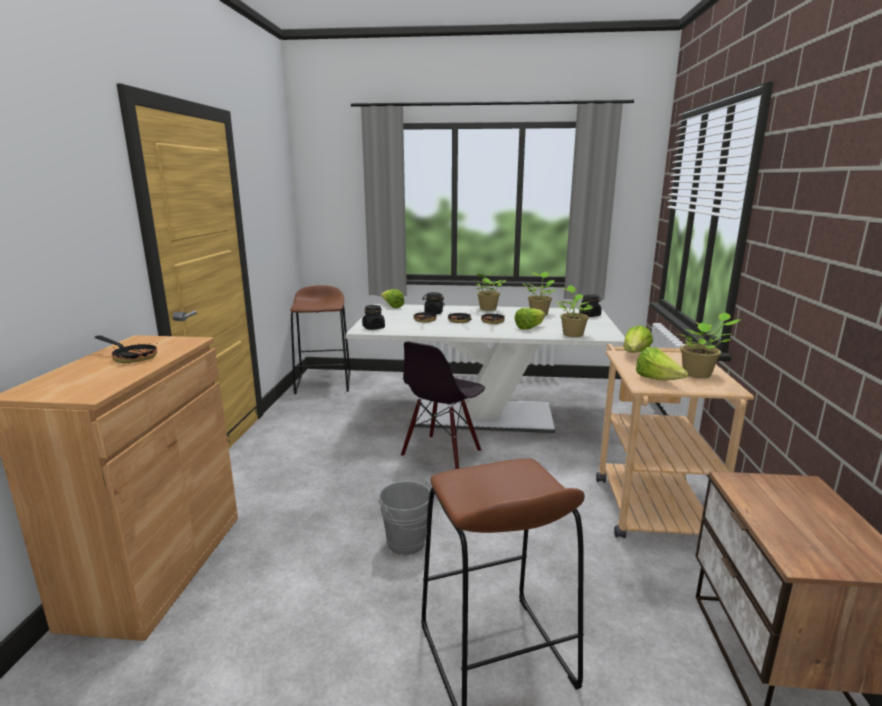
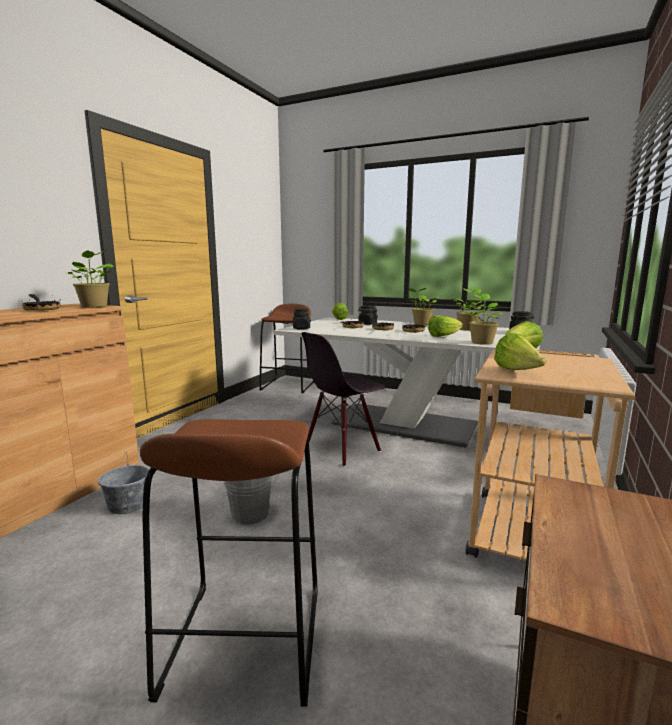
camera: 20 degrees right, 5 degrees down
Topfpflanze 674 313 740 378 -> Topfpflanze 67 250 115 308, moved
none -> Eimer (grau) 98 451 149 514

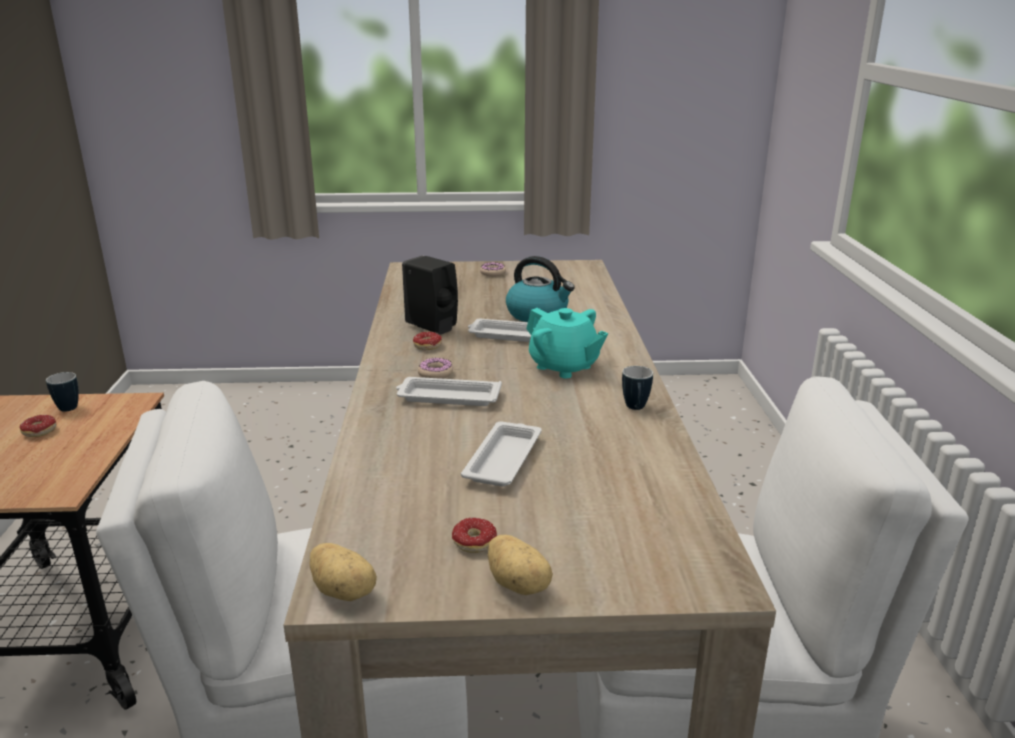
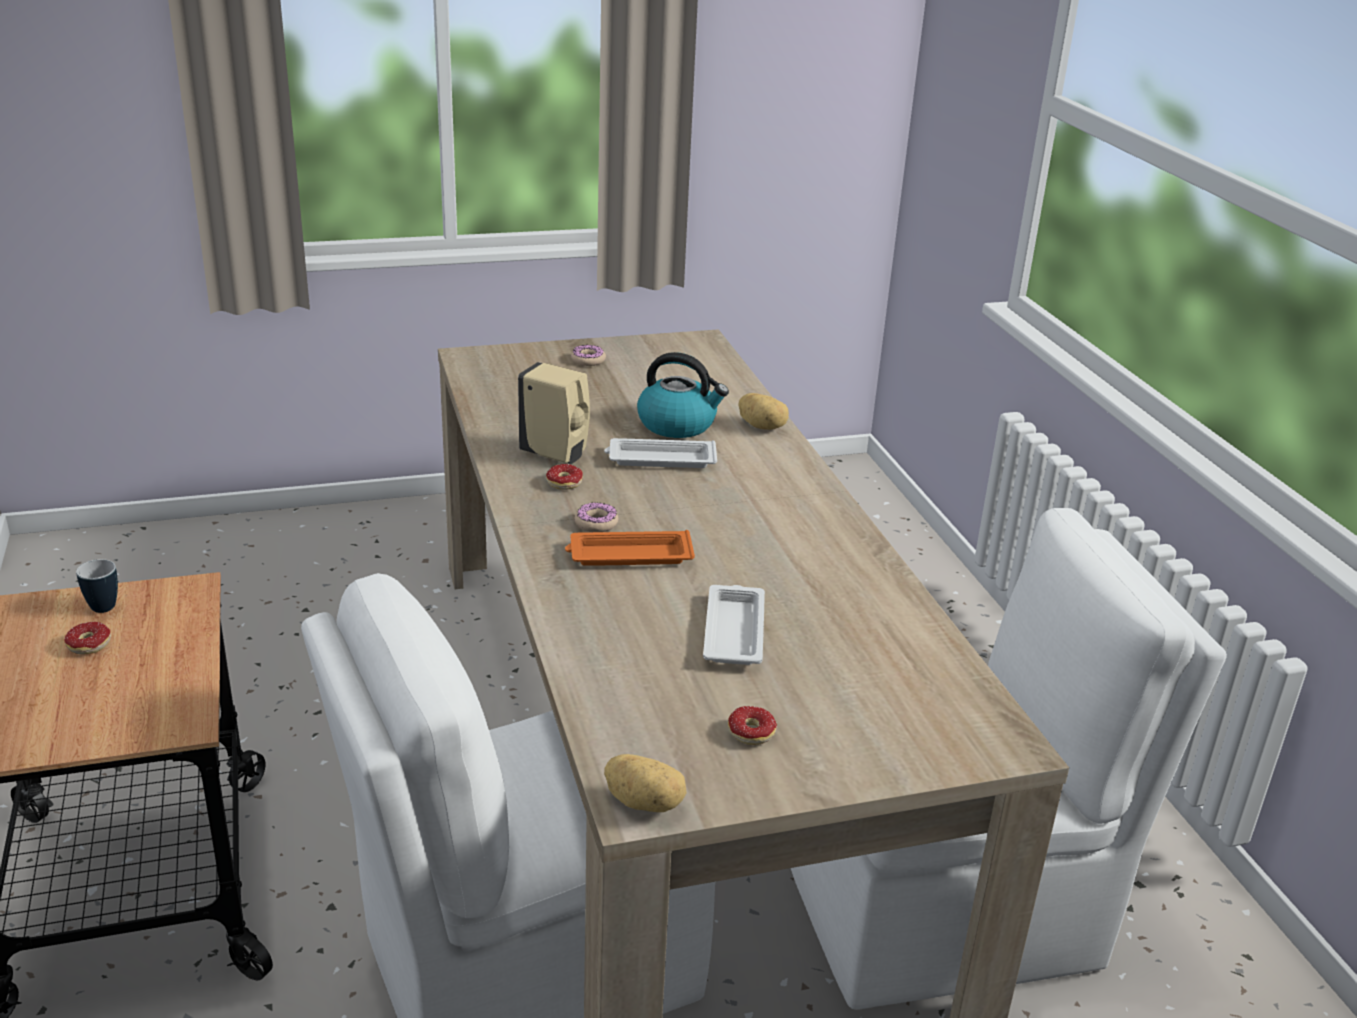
camera: 15 degrees left, 5 degrees up
Seifenspender (schwarz) 402 256 458 335 -> Seifenspender (beige) 518 362 590 464
Teekanne (türkis) 526 308 608 378 -> none
Henkelbecher 622 366 653 410 -> none
Tablett (weiß) 396 377 502 406 -> Tablett (orange) 565 530 695 566
Kartoffel 488 535 553 595 -> Kartoffel 738 393 789 430, moved

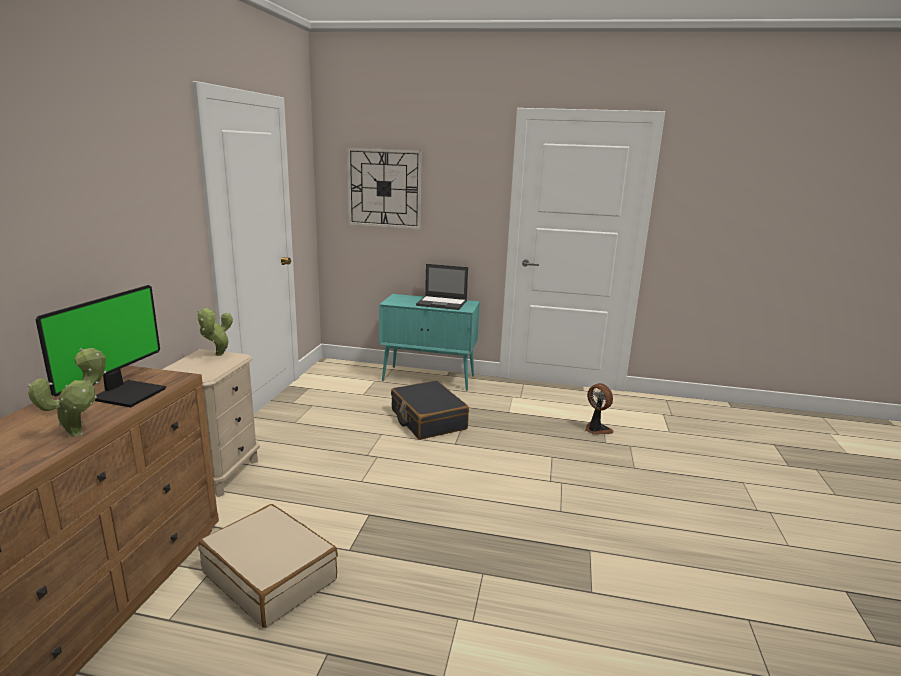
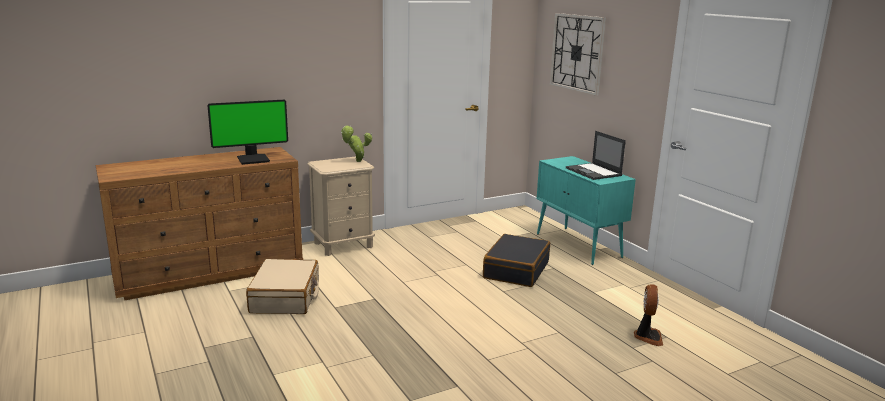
camera: 50 degrees right, 0 degrees up
Topfpflanze 27 347 106 437 -> none

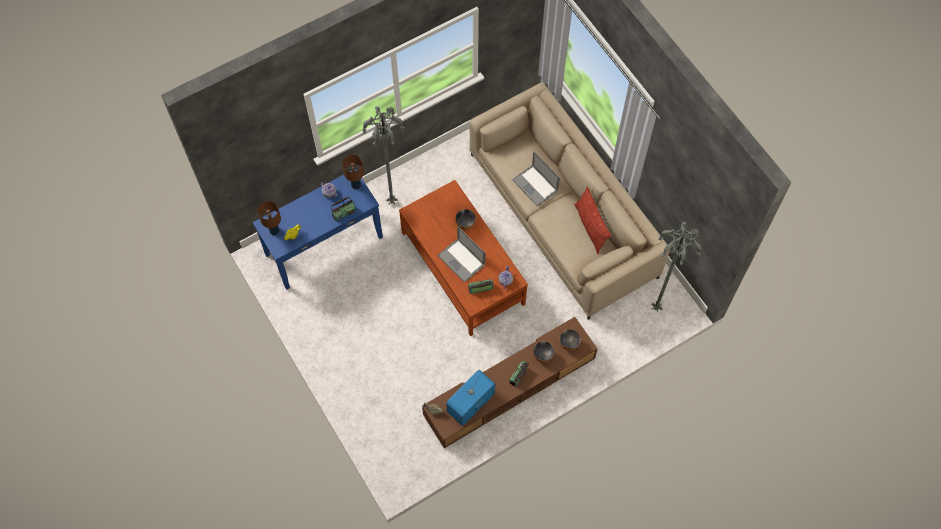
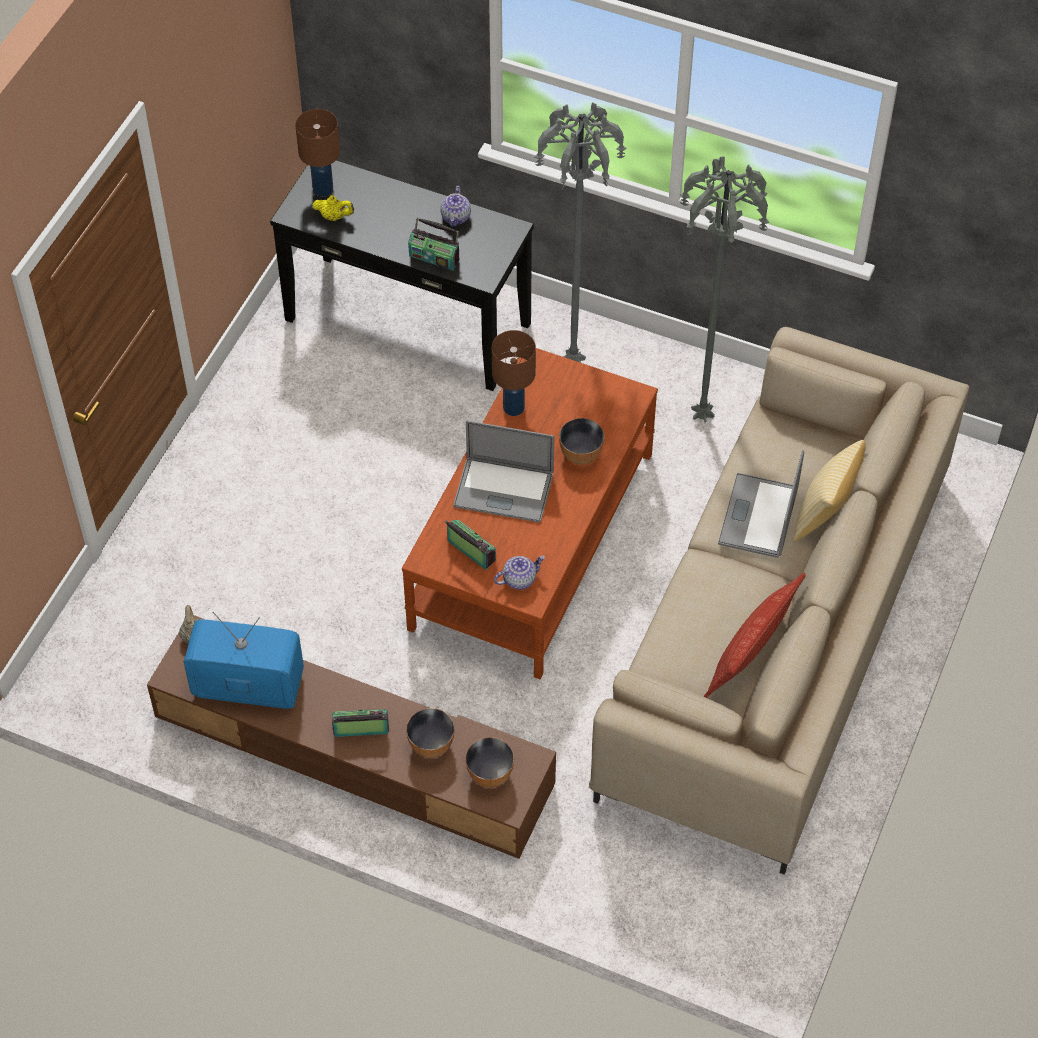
camera: 55 degrees right, 10 degrees down
Tischlampe (braun) 342 154 364 189 -> Tischlampe (braun) 492 330 536 416, moved
Konsolentisch (blau) 253 169 383 290 -> Konsolentisch (schwarz) 270 160 534 391
Stehlampe (grau) 651 221 701 312 -> Stehlampe (grau) 680 156 769 423, moved
Laptop 437 226 486 282 -> Laptop 453 420 554 523, 90 degrees counterclockwise
none -> Kissen 793 440 865 542

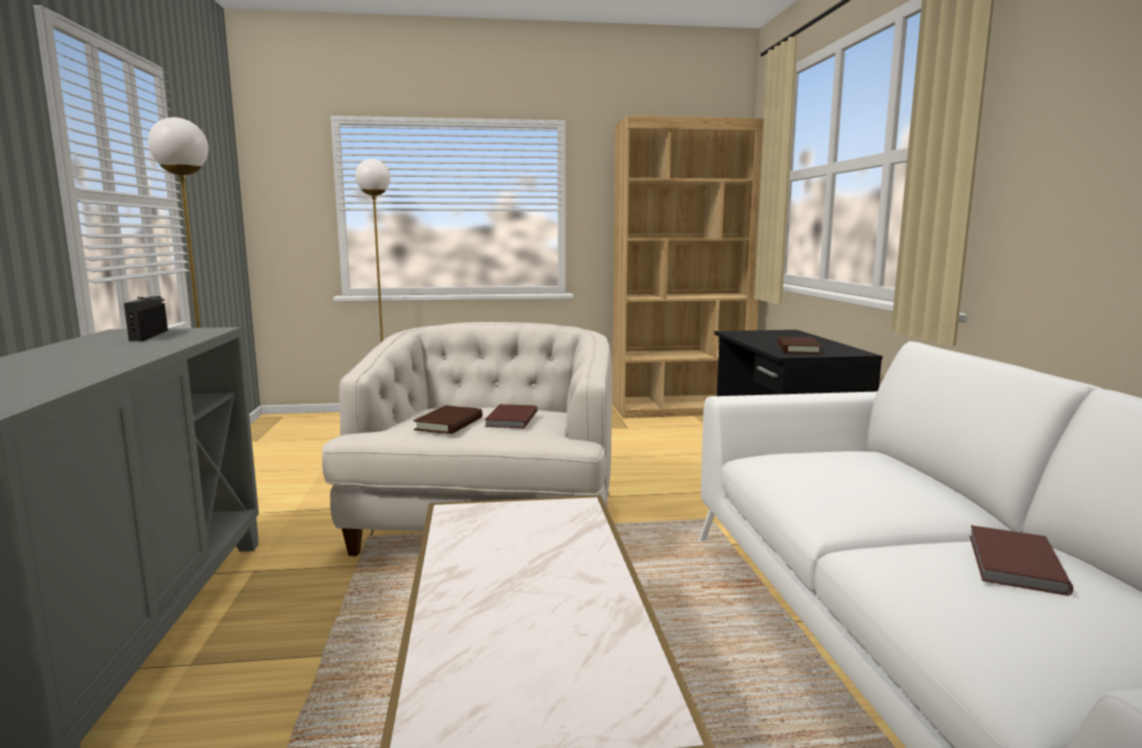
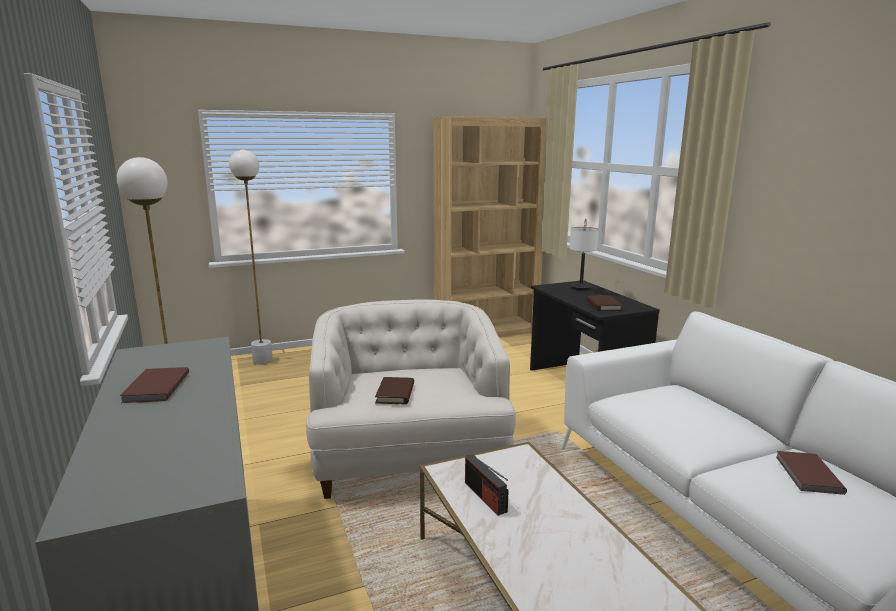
camera: 15 degrees left, 5 degrees up
Radio 124 296 168 341 -> Radio 465 454 509 516, moved
Buch (braun) 485 404 538 428 -> Buch (braun) 120 367 189 403, moved
none -> Tischlampe 569 219 599 291

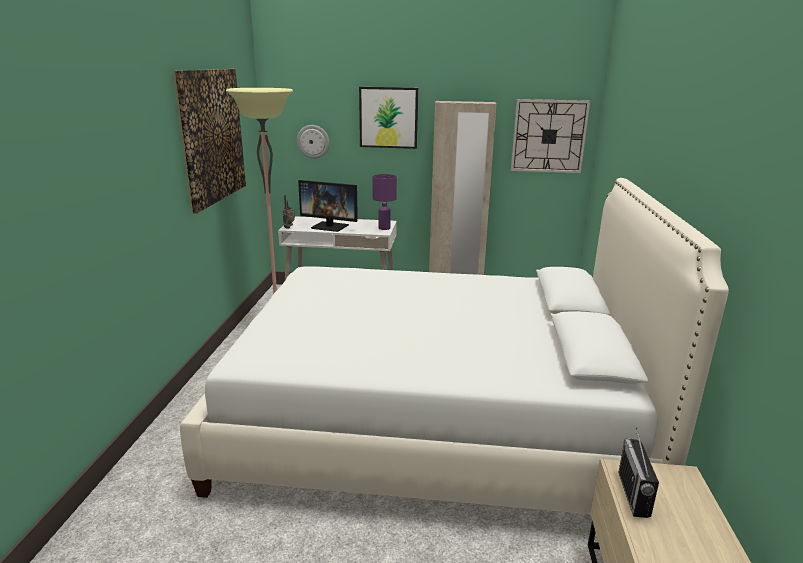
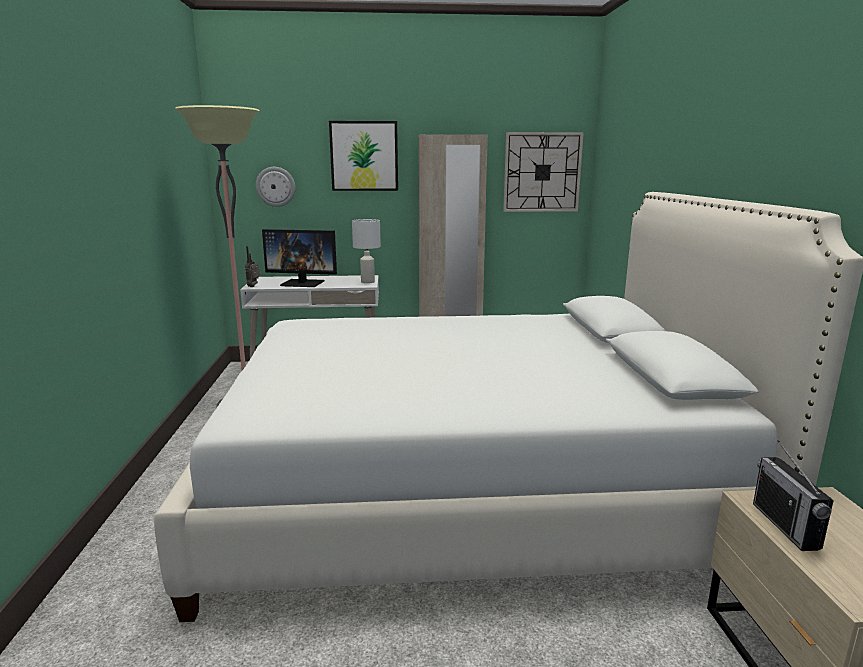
camera: 10 degrees left, 5 degrees down
Bild 173 69 246 214 -> none
Tischlampe (lila) 373 174 397 230 -> Tischlampe (weiß) 352 219 381 283

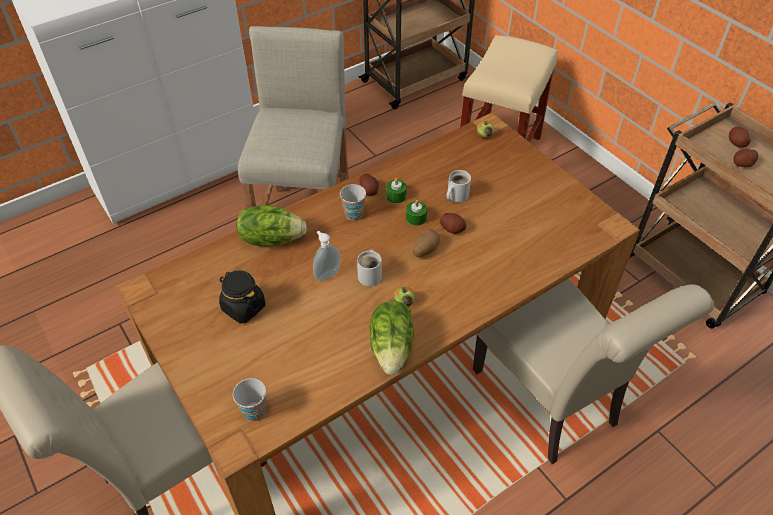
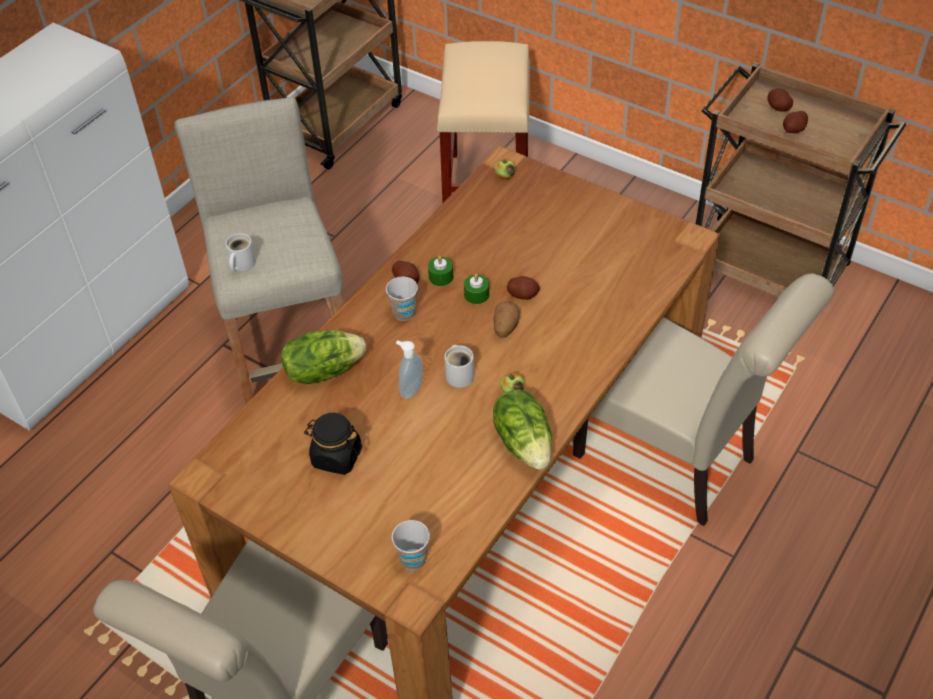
camera: 20 degrees left, 0 degrees up
Henkelbecher (weiß) 446 170 471 203 -> Henkelbecher (weiß) 226 233 256 271, moved

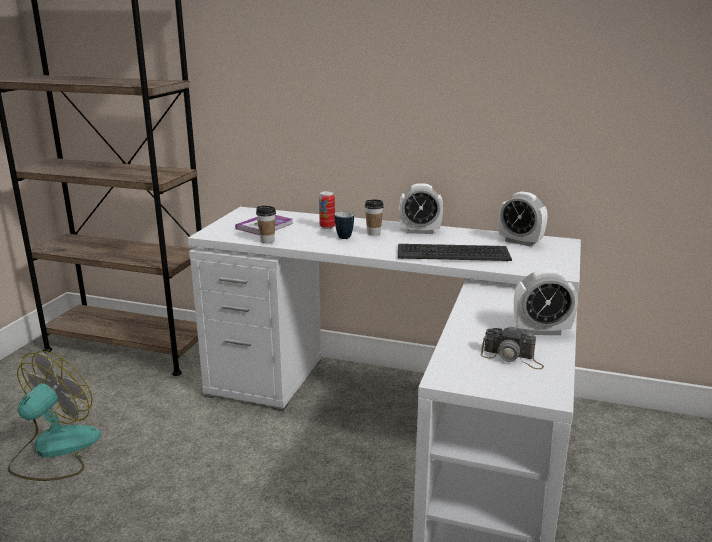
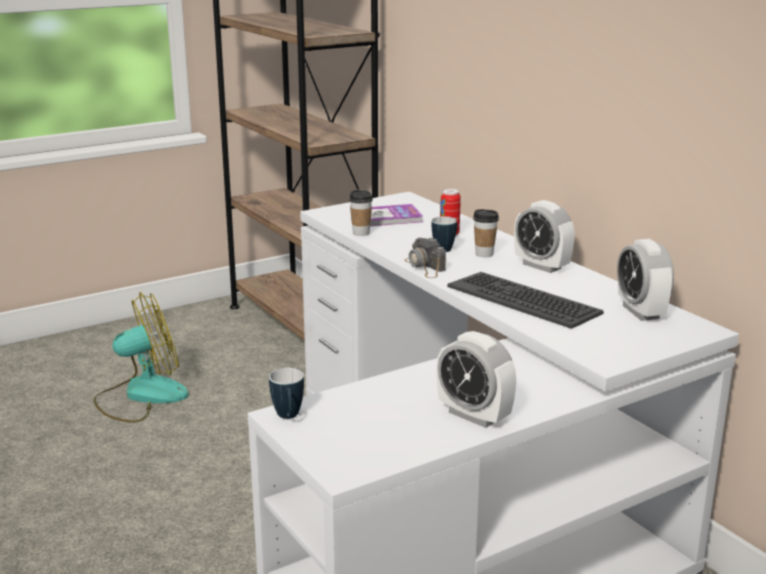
camera: 40 degrees right, 0 degrees up
Kamera 481 325 544 369 -> Kamera 405 237 446 278, moved
none -> Henkelbecher 269 368 304 419

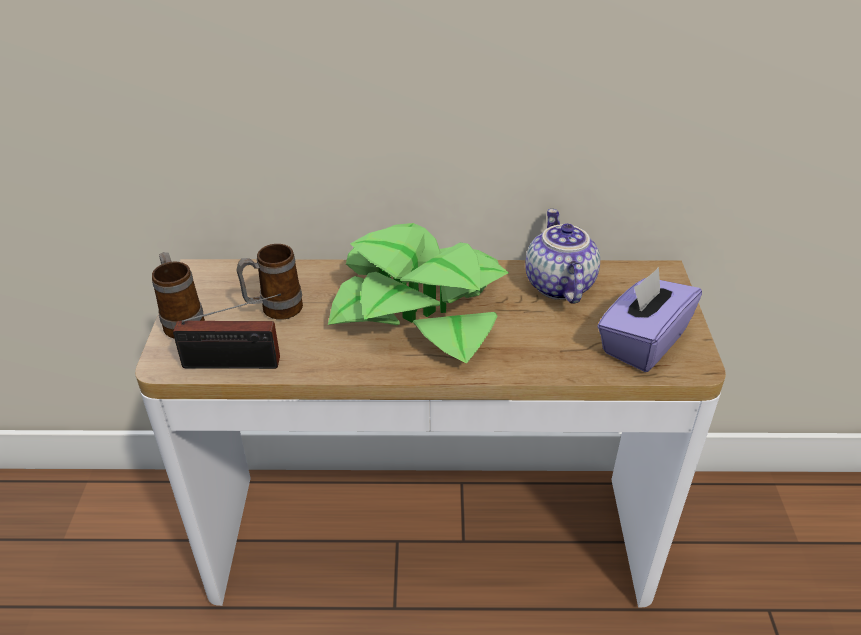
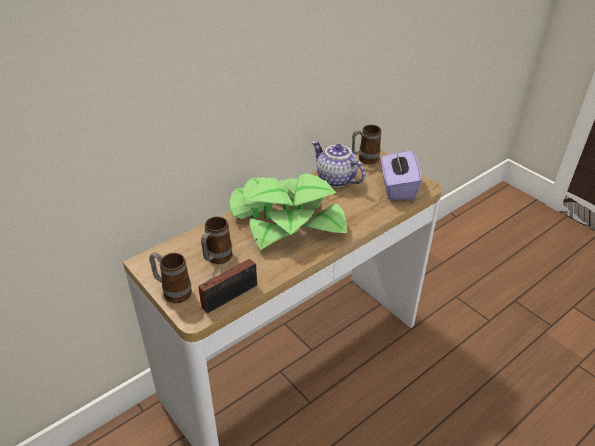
camera: 40 degrees left, 0 degrees up
none -> Henkelbecher 352 125 381 165

